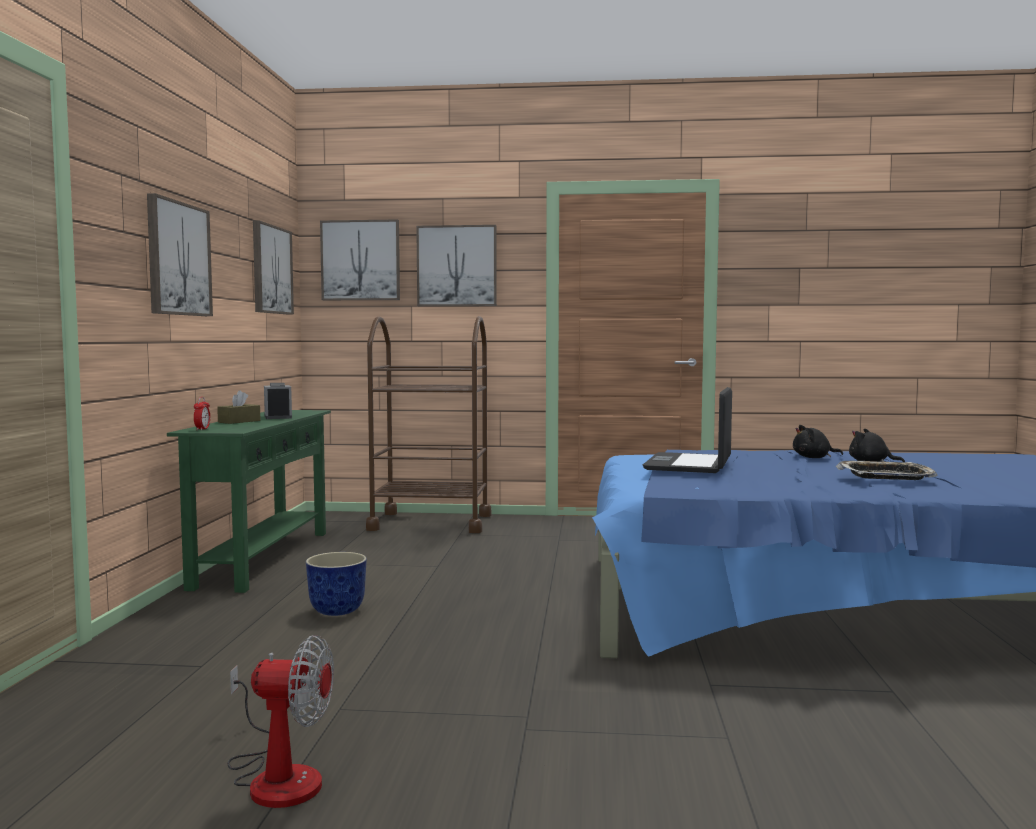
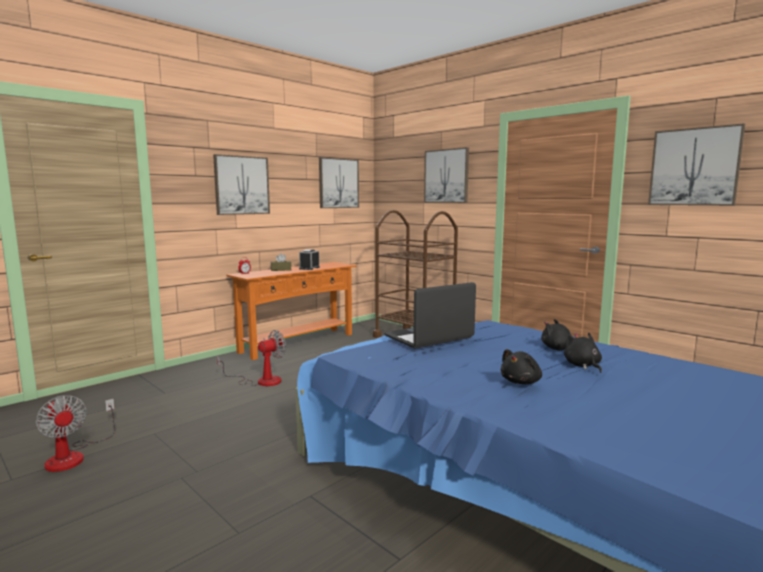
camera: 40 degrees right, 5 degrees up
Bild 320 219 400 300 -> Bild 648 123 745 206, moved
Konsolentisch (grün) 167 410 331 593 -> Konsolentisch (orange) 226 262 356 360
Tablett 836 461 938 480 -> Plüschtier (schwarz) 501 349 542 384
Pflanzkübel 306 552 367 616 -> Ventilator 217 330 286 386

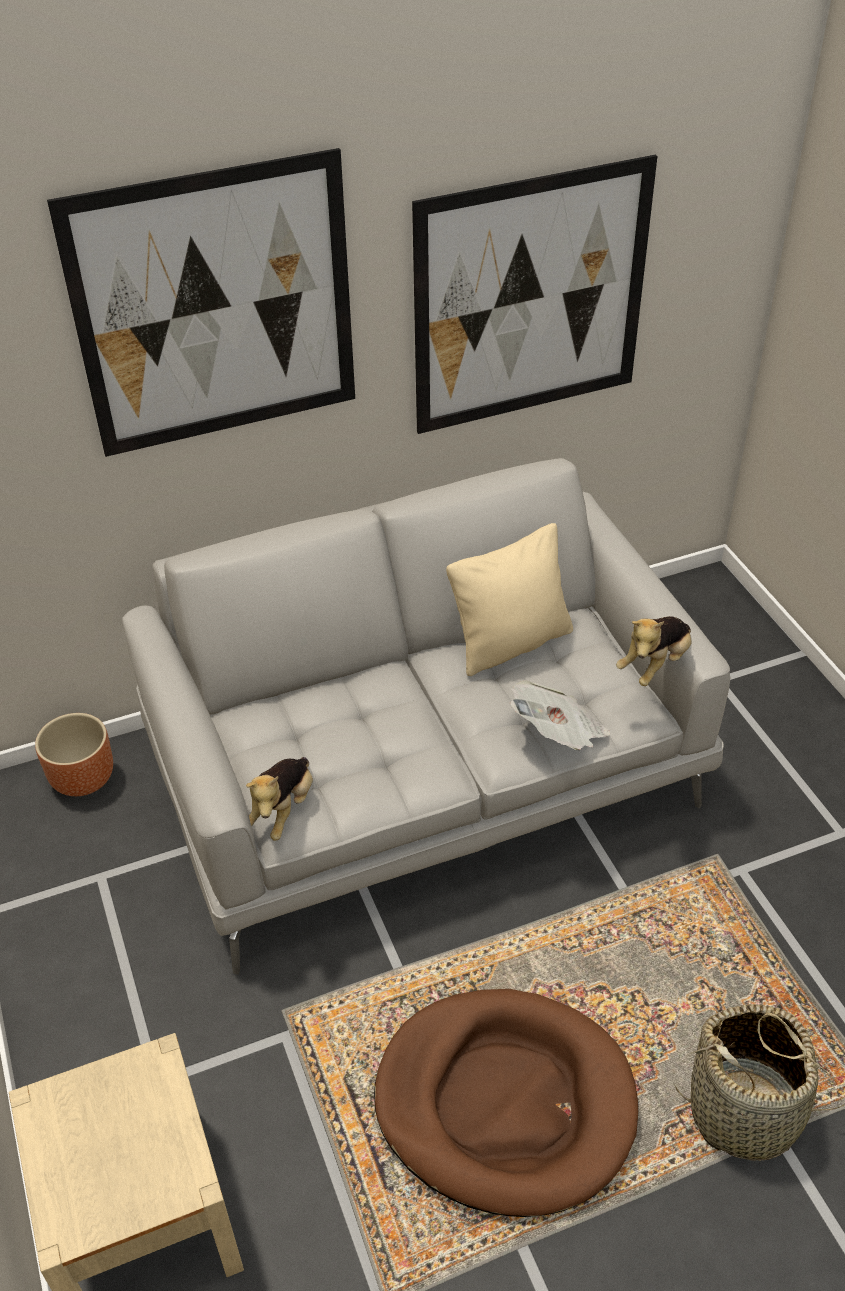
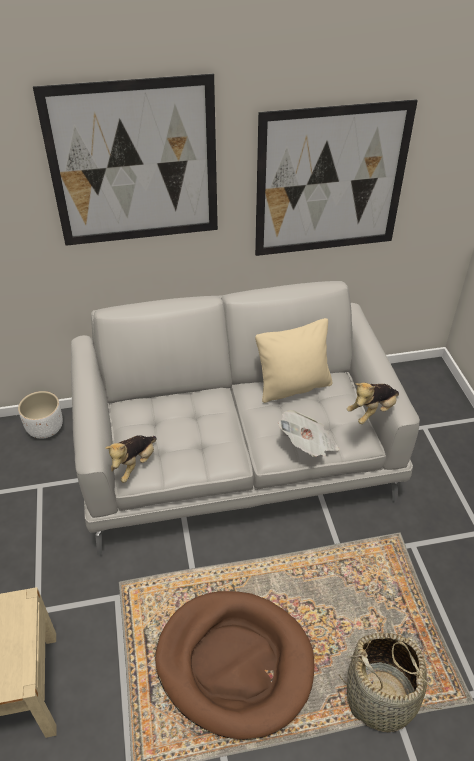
camera: 10 degrees right, 0 degrees up
Pflanzkübel (braun) 35 713 113 796 -> Pflanzkübel (weiß) 18 391 63 439

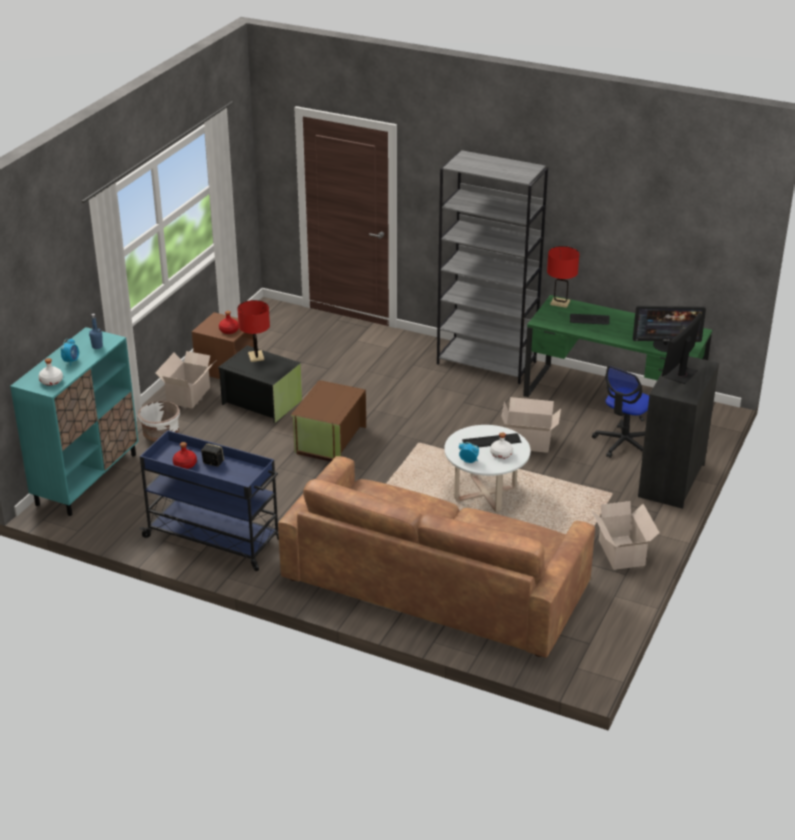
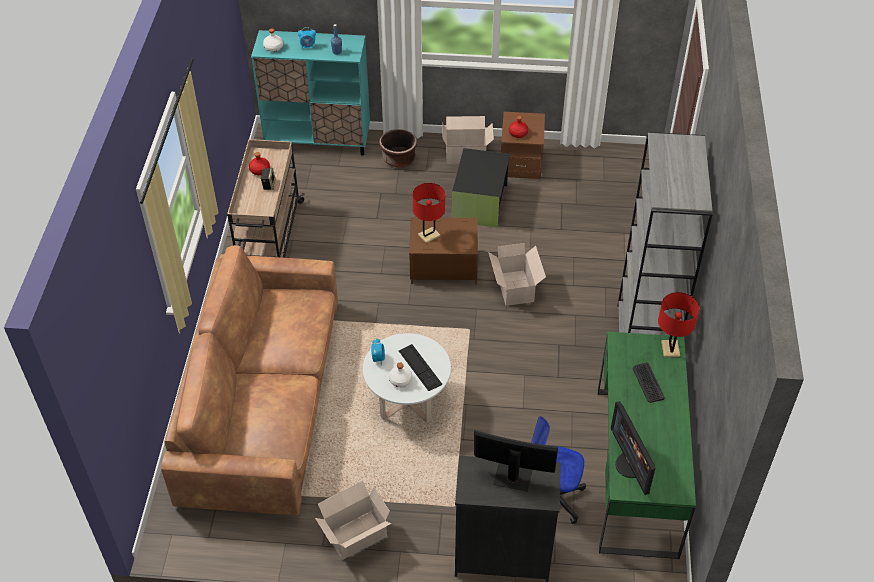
camera: 70 degrees right, 15 degrees up
Tischlampe (rot) 237 300 270 362 -> Tischlampe (rot) 413 183 445 243, moved
Karton 501 397 561 453 -> Karton 488 243 546 306, moved
Pflanzkübel (weiß) 138 401 180 442 -> Pflanzkübel (braun) 379 129 417 168
Rollwagen (blau) 140 430 279 571 -> Rollwagen (beige) 227 139 305 258

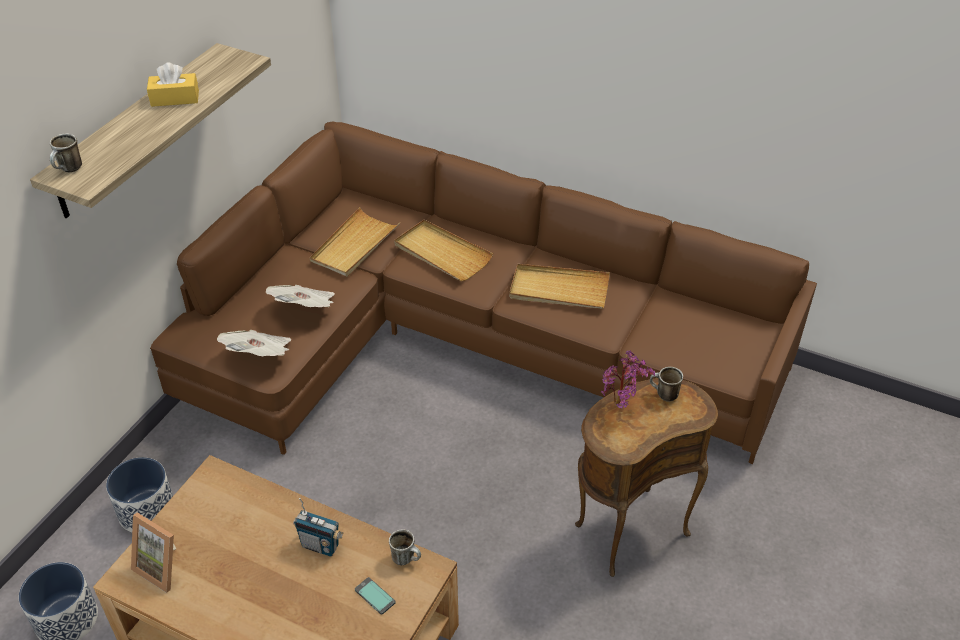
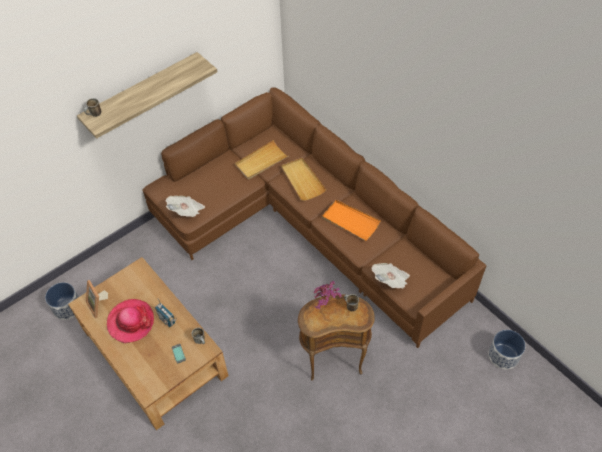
camera: 25 degrees right, 10 degrees up
Taschentuchbox (gelb) 147 62 199 107 -> none
Tablett (beige) 509 264 610 309 -> Tablett (orange) 322 200 381 241
Zeitung 266 285 335 307 -> Zeitung 371 263 410 288, moved
Pflanzkübel 106 457 173 532 -> Pflanzkübel 488 330 525 369, moved
none -> Hut 107 299 154 343

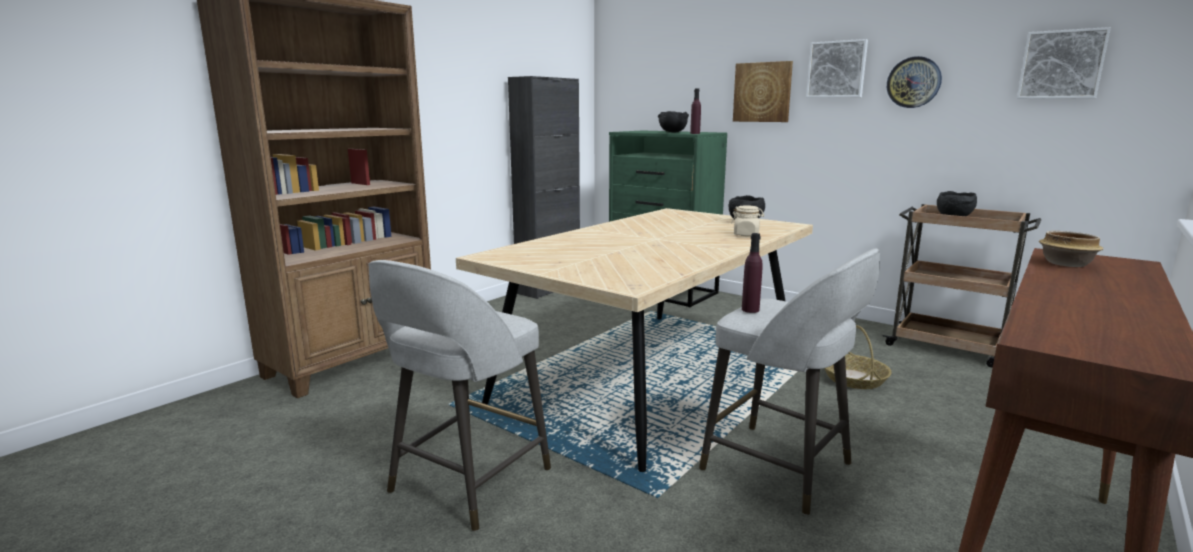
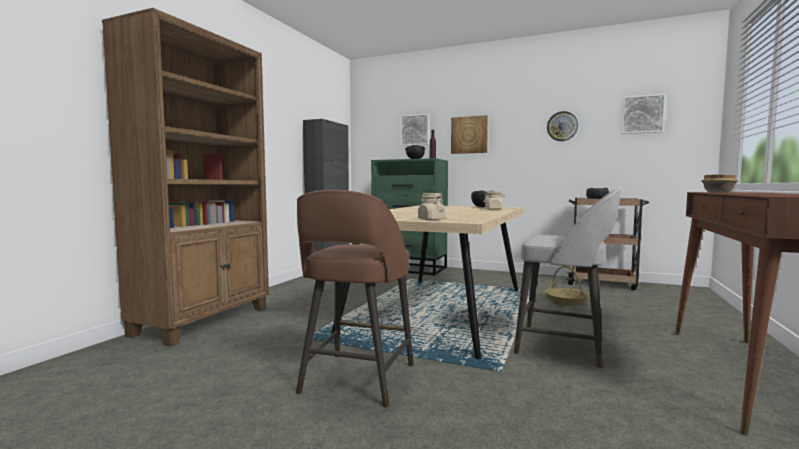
camera: 15 degrees left, 10 degrees down
Bild 806 39 868 98 -> Bild 400 114 430 146, moved
Flasche (lila) 742 233 763 313 -> none
Hocker (grau) 368 260 551 531 -> Hocker (braun) 296 190 413 408
none -> Vorratsglas (beige) 418 193 446 221

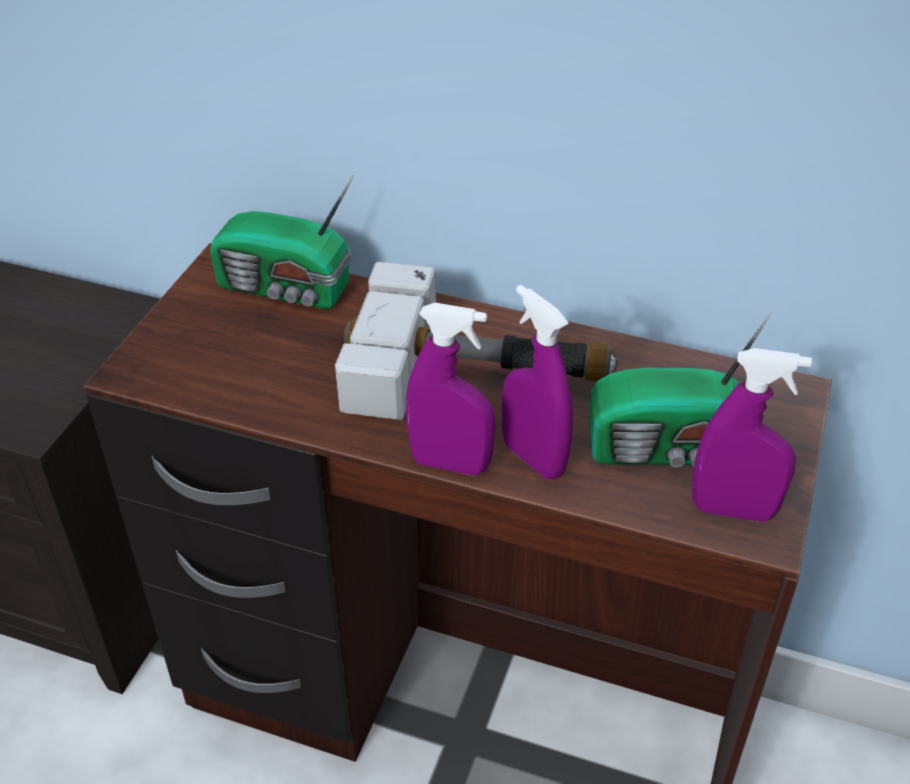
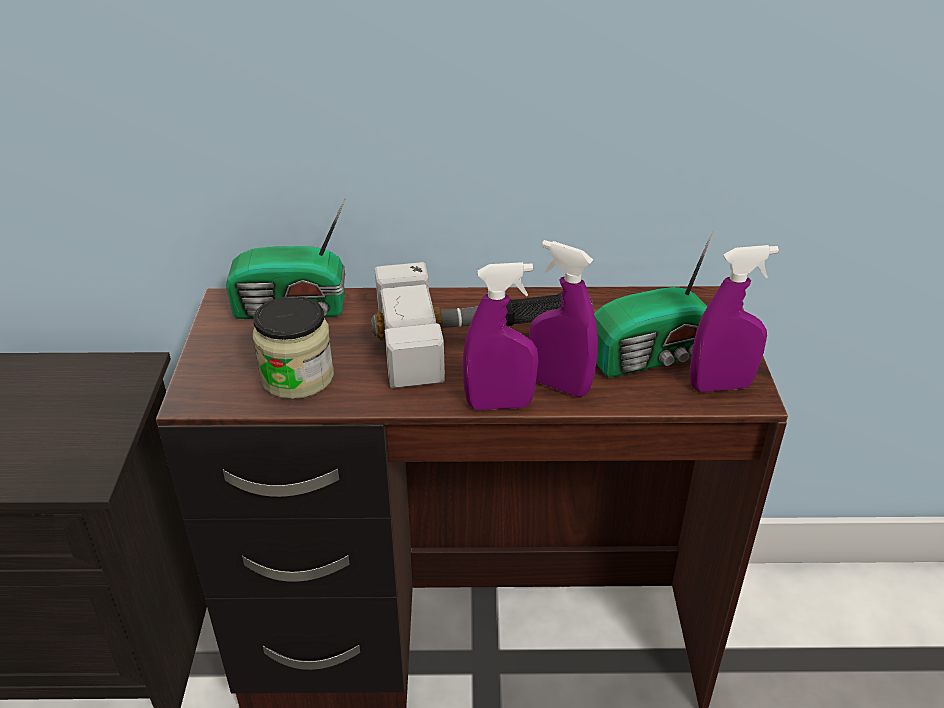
camera: 20 degrees left, 5 degrees down
none -> Vorratsglas 253 296 334 399

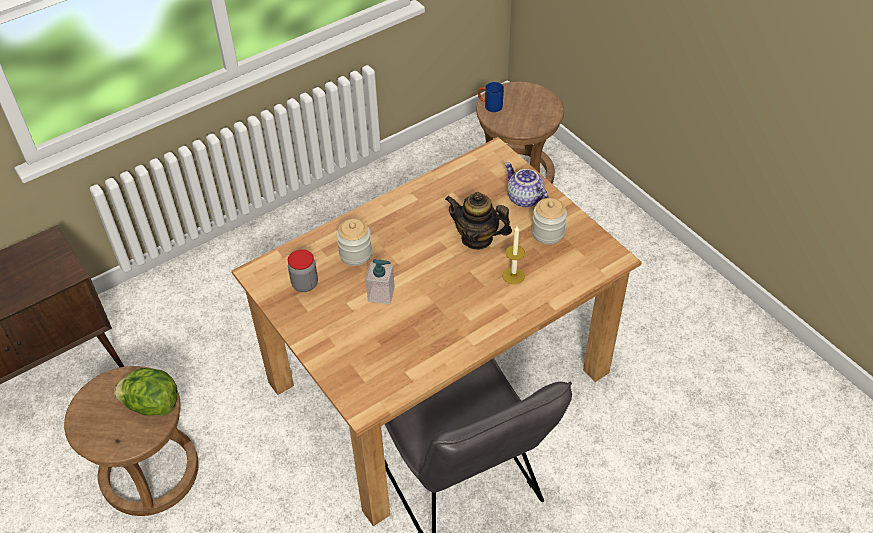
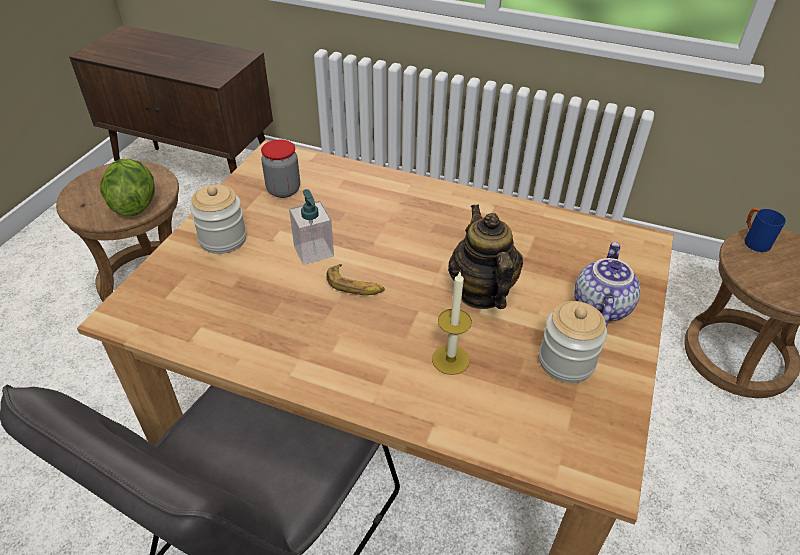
camera: 55 degrees right, 5 degrees down
Vorratsglas 336 219 372 266 -> Vorratsglas 190 185 247 254, moved
none -> Banane 326 264 385 295

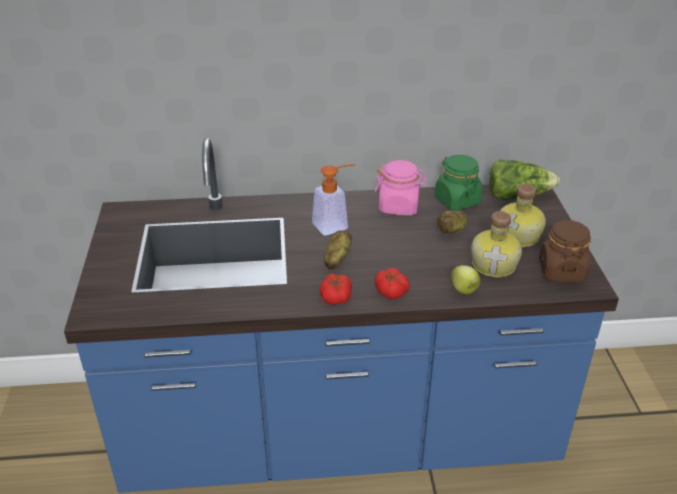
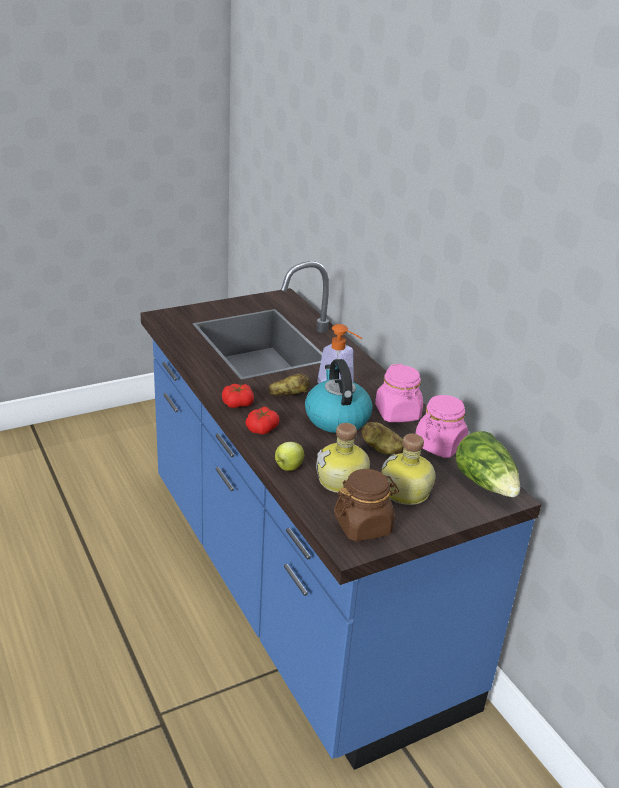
camera: 65 degrees right, 5 degrees down
Vorratsglas (grün) 435 155 483 211 -> Vorratsglas (rosa) 415 395 468 458
none -> Wasserkessel 305 359 373 433

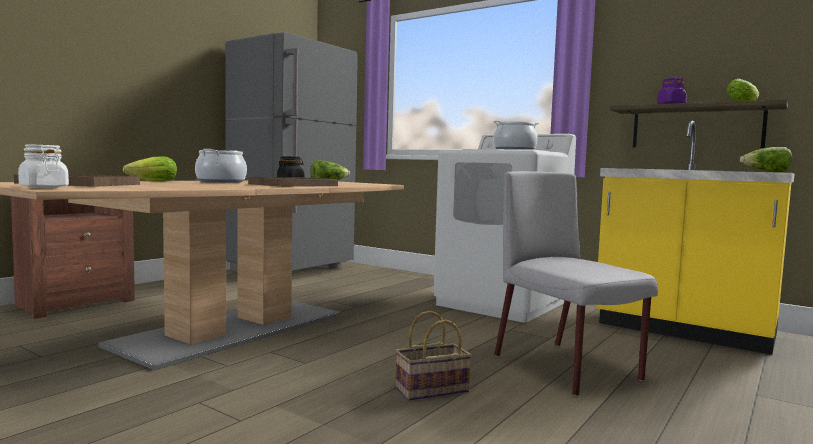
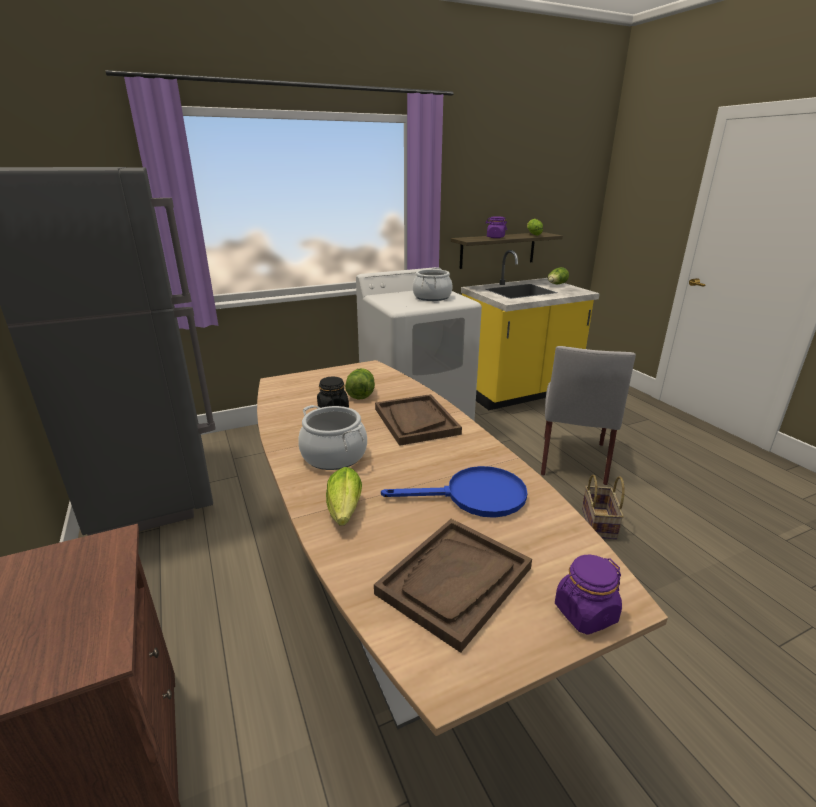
camera: 60 degrees left, 20 degrees up
Vorratsglas (weiß) 18 144 69 188 -> Vorratsglas (lila) 555 555 622 635
Stuhl (grau) 494 171 658 396 -> Stuhl (grau) 541 346 636 485, 75 degrees counterclockwise
none -> Pfanne (blau) 381 466 527 518

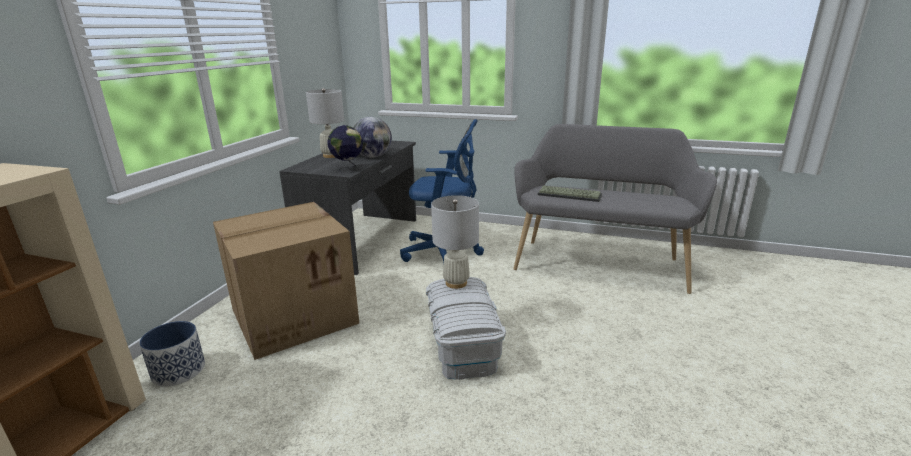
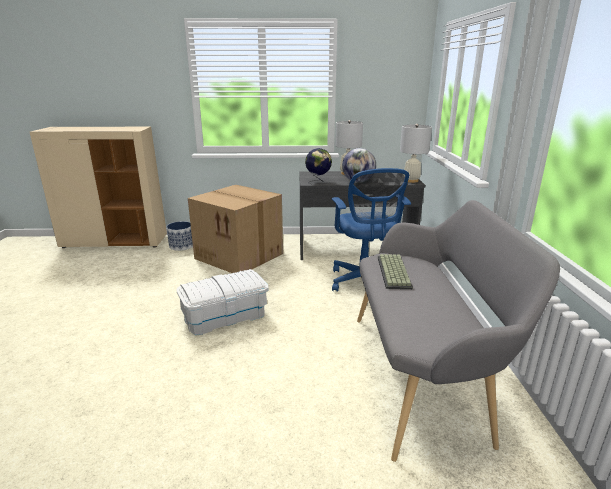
camera: 70 degrees right, 0 degrees up
Tischlampe (weiß) 431 195 479 289 -> Tischlampe (weiß) 400 124 432 183, moved

